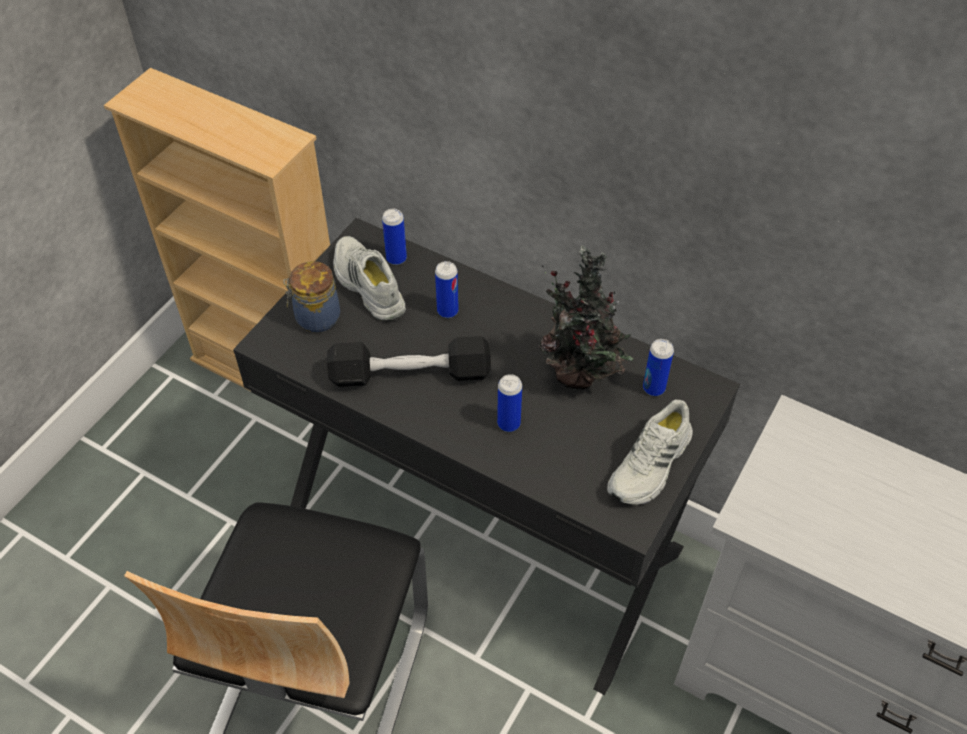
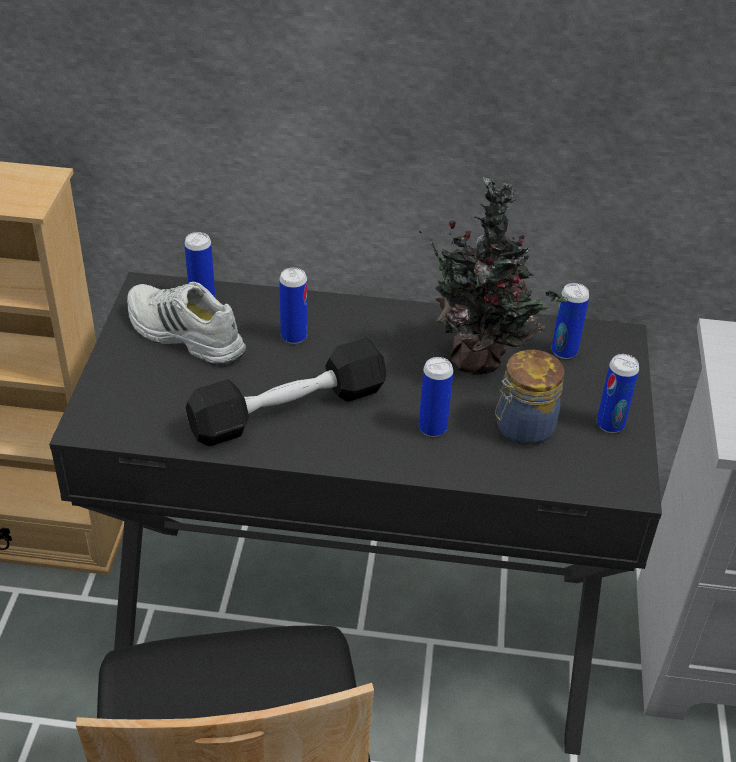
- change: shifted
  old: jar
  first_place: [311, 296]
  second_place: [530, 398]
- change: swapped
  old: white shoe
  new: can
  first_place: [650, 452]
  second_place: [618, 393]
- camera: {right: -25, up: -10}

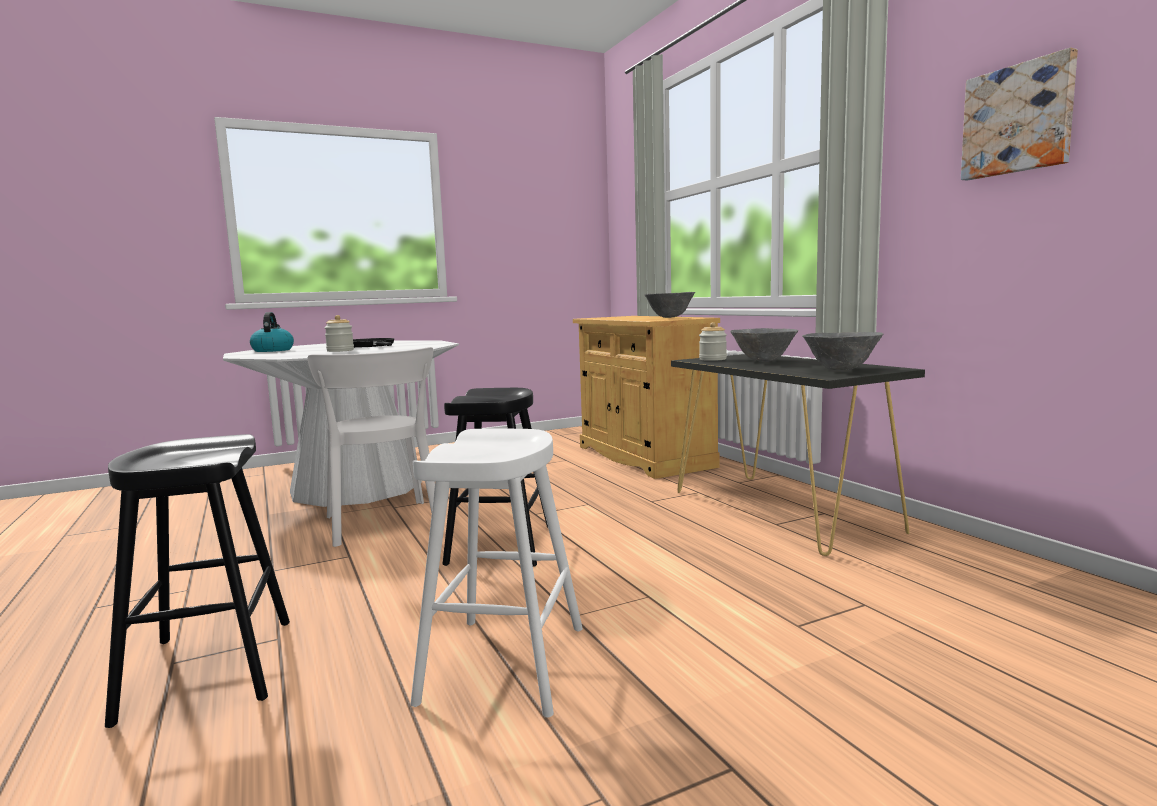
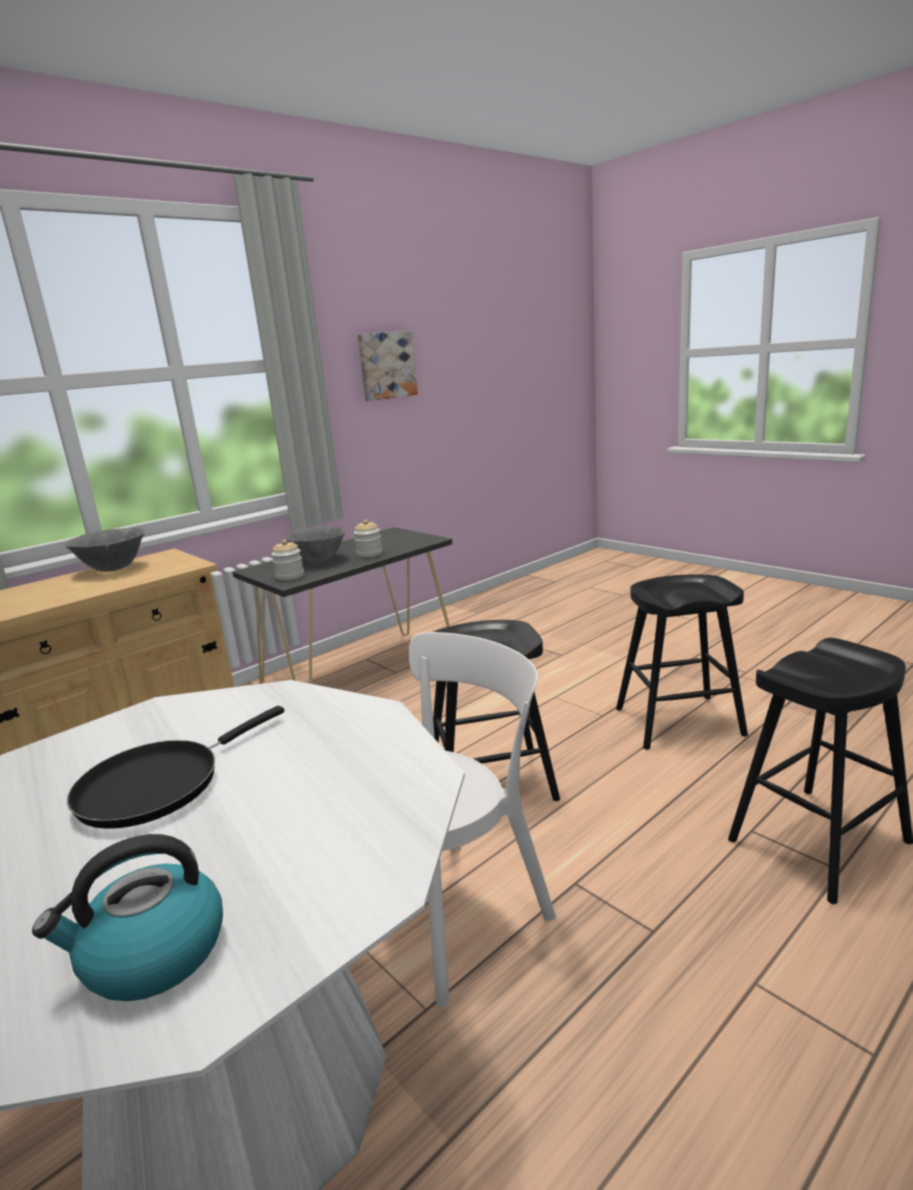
- change: shifted
  old: jar
  first_place: [339, 333]
  second_place: [368, 538]
- change: repainted
  old: white stool
  new: black stool
  first_place: [497, 573]
  second_place: [682, 662]
- change: gone
  old: grey bowl
  first_place: [843, 351]
- camera: {right: -105, up: 10}

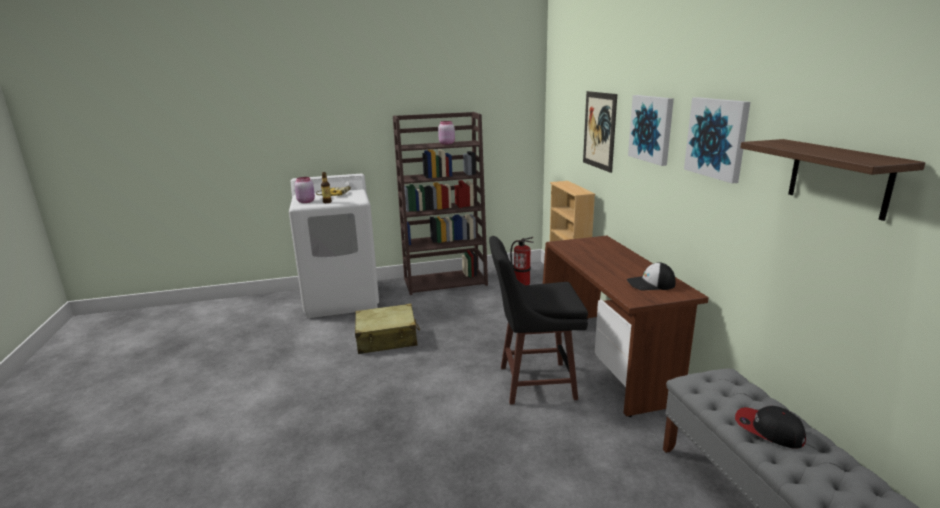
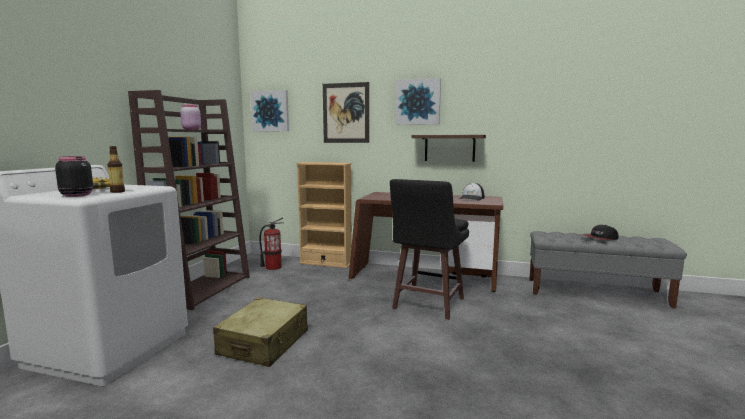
- change: repainted
  old: pink jar
  new: black jar
  first_place: [305, 190]
  second_place: [74, 176]
- change: shifted
  old: picture
  first_place: [717, 140]
  second_place: [269, 111]
- change: shifted
  old: shelf
  first_place: [833, 180]
  second_place: [448, 148]
- camera: {right: -60, up: -10}

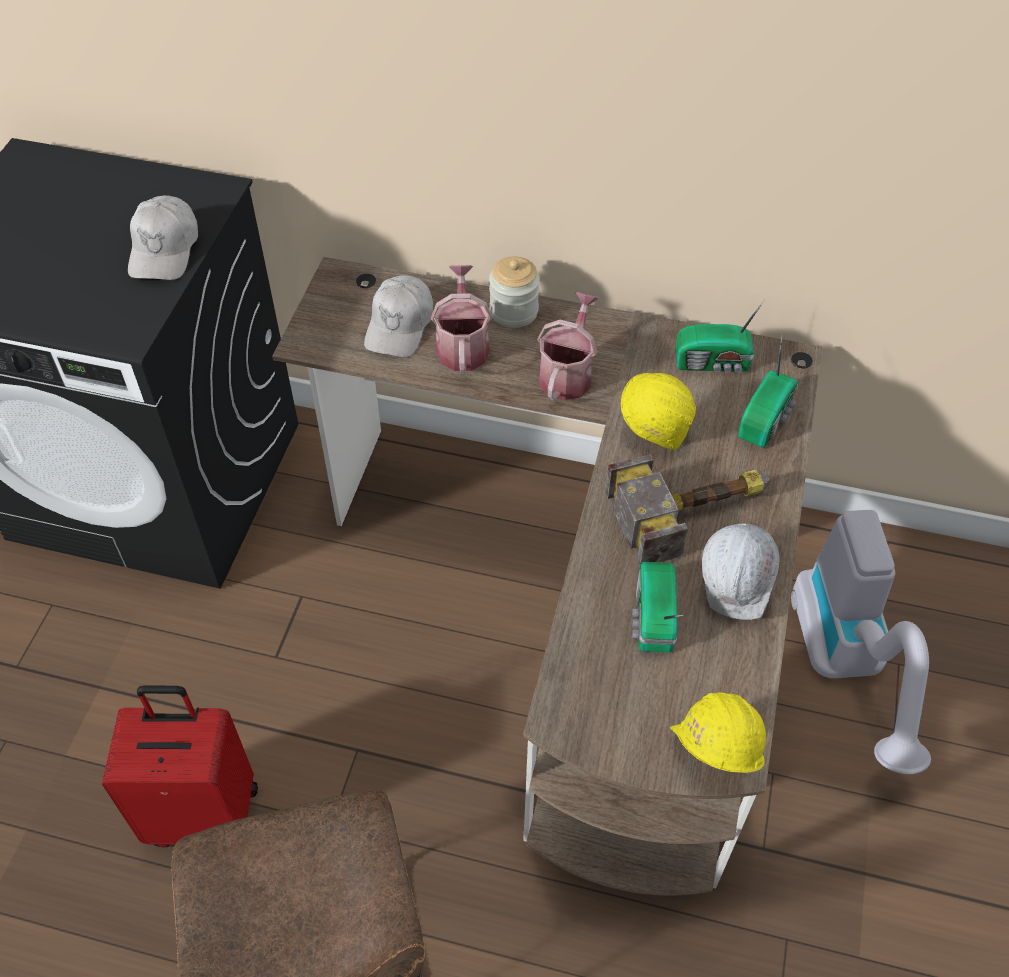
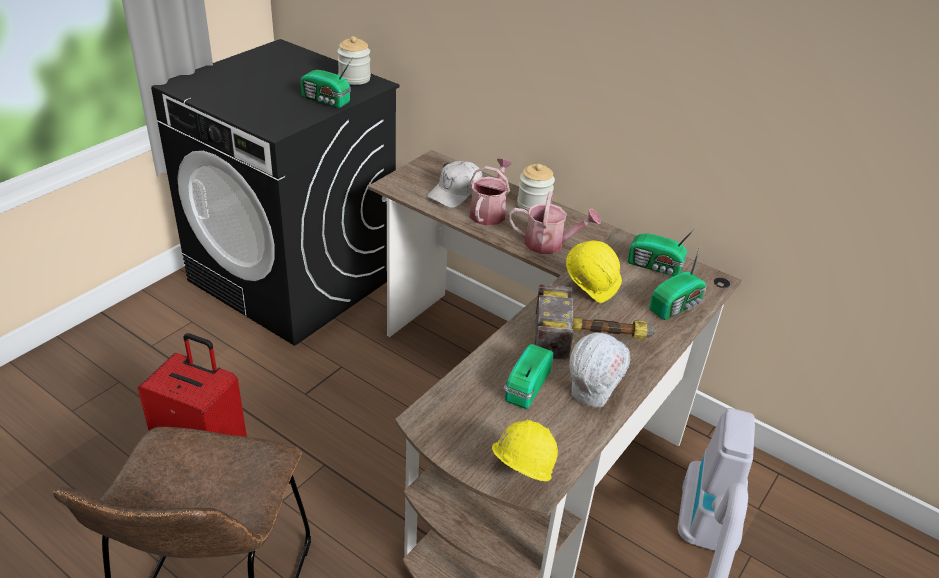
- change: swapped
  old: white cap
  new: radio
  first_place: [163, 237]
  second_place: [326, 82]
- change: rotated
  old: watering can
  first_place: [568, 346]
  second_place: [554, 222]
  degrees: 60
- change: new
  new: jar
  second_place: [354, 60]
- camera: {right: 20, up: -15}

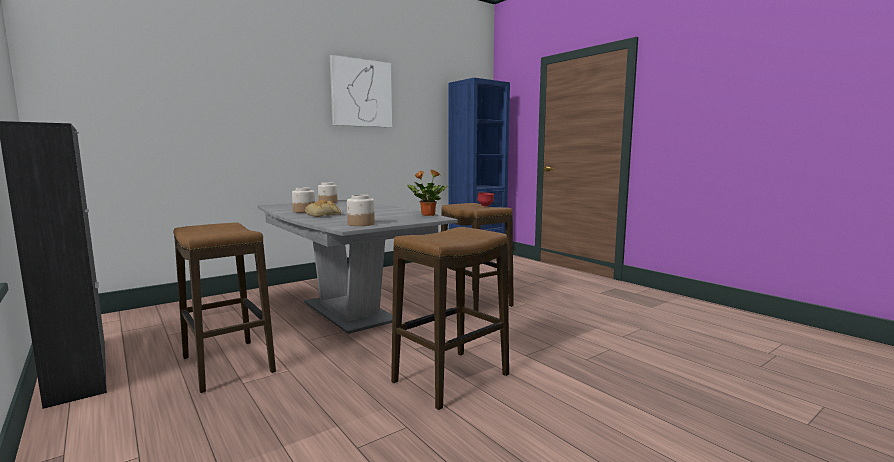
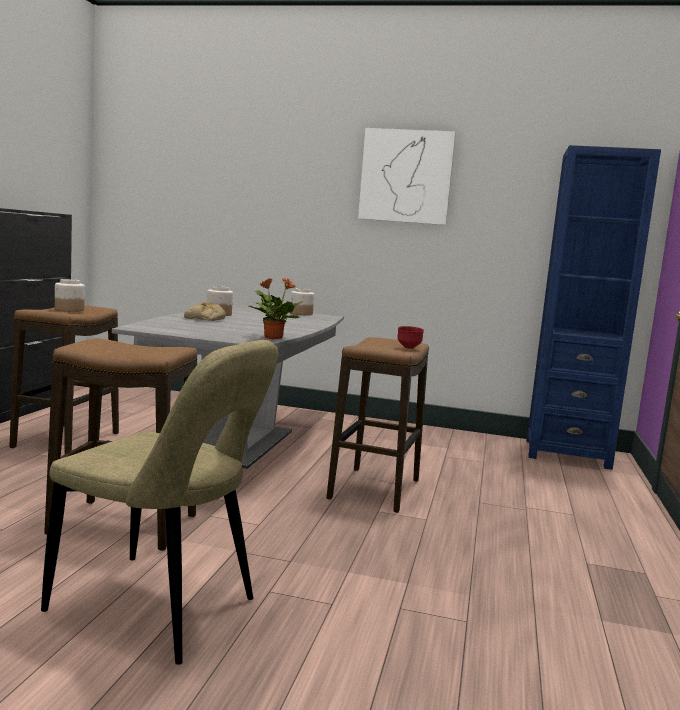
- change: shifted
  old: jar
  first_place: [361, 210]
  second_place: [70, 295]
- change: new
  new: beige chair
  second_place: [160, 502]
- camera: {right: 50, up: 0}

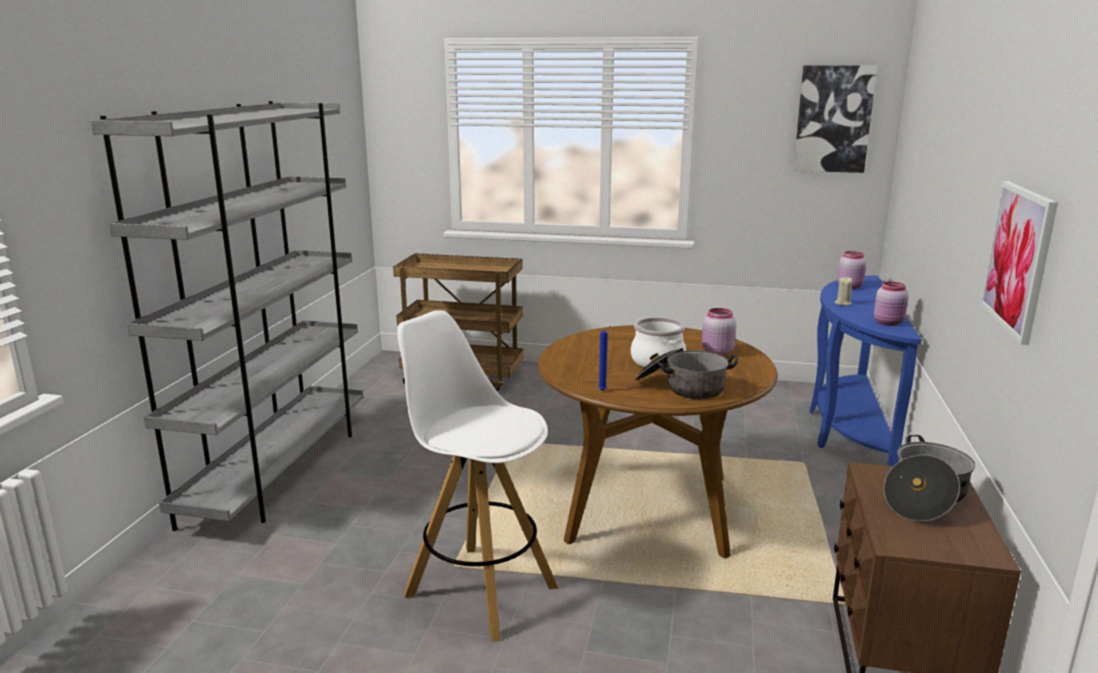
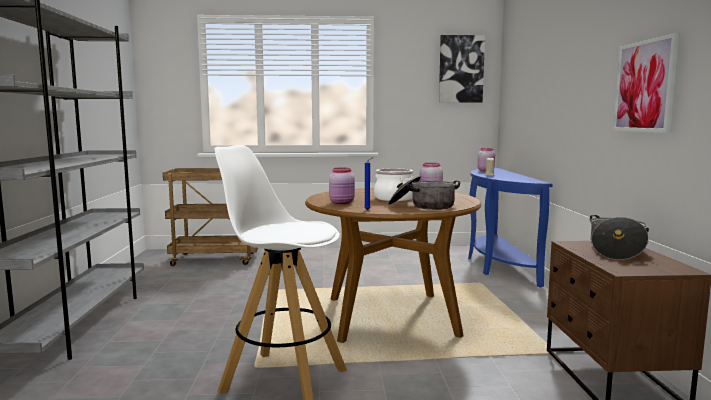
- change: shifted
  old: pink jar
  first_place: [891, 303]
  second_place: [342, 186]
- camera: {right: -15, up: -10}

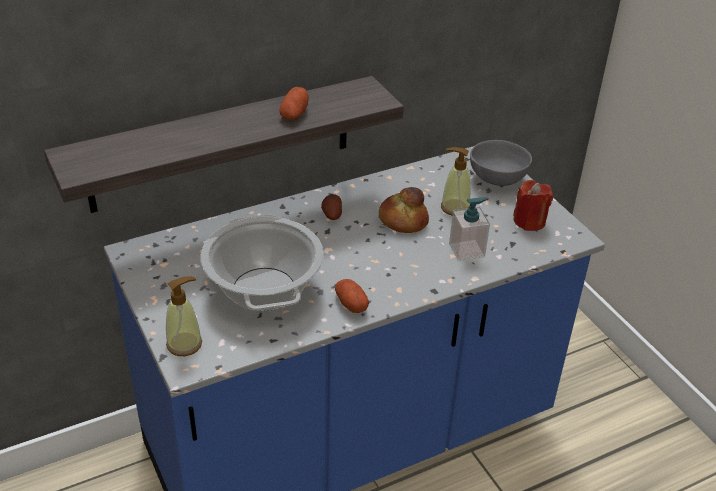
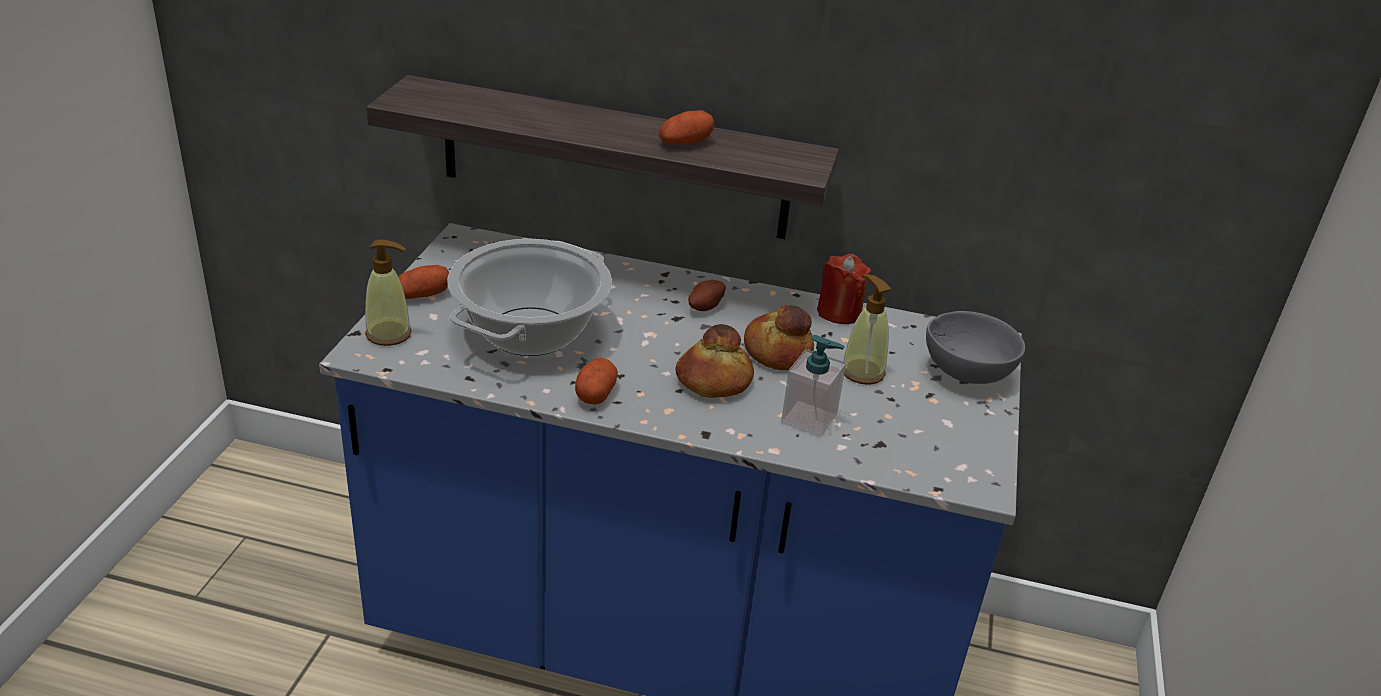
- change: shifted
  old: red candle
  first_place: [533, 205]
  second_place: [844, 289]
- change: new
  new: potato
  second_place: [423, 282]
- change: new
  new: bread
  second_place: [715, 361]
- camera: {right: 40, up: -5}

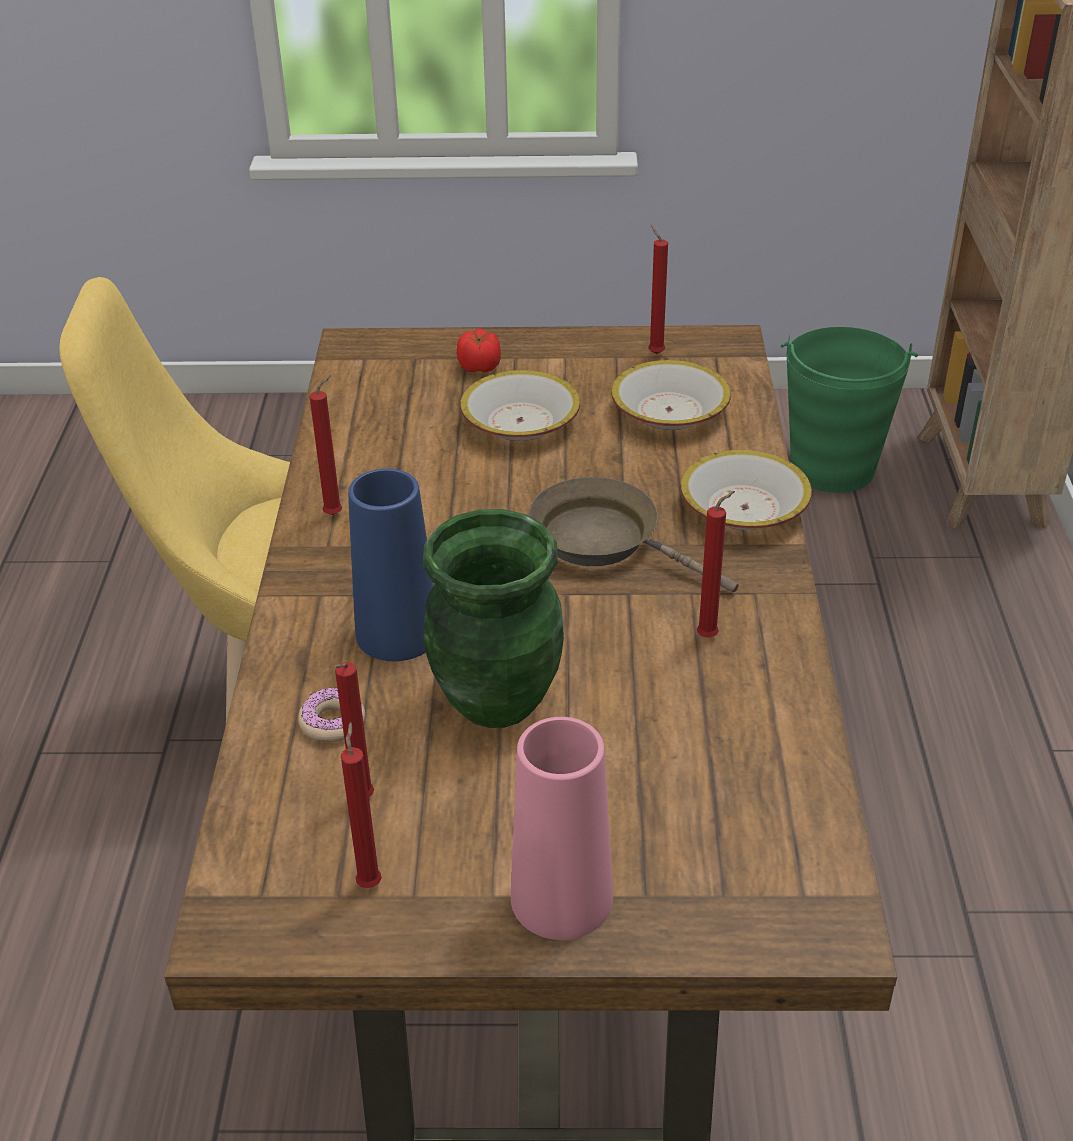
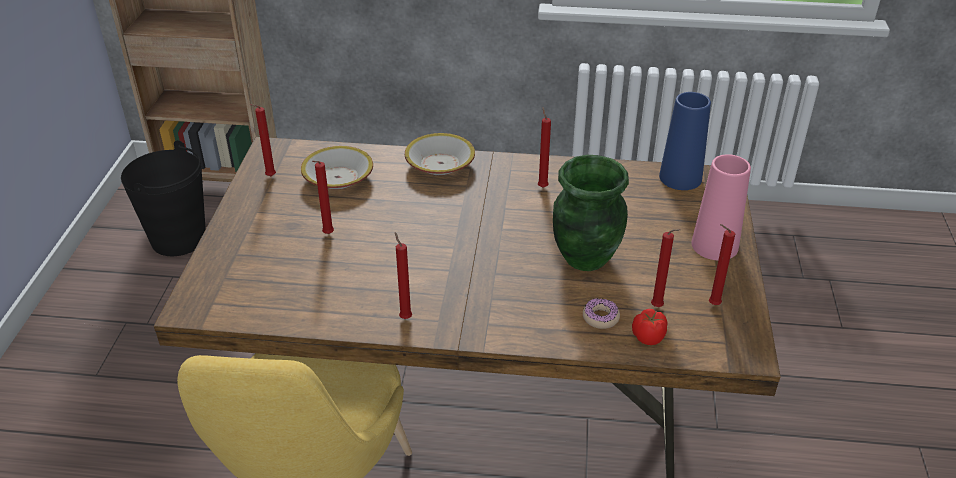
- change: shifted
  old: blue vase
  first_place: [391, 565]
  second_place: [685, 141]
- change: shifted
  old: tomato
  first_place: [479, 350]
  second_place: [650, 327]
- change: swapped
  old: bowl
  new: red candle
  first_place: [520, 405]
  second_place: [323, 197]
- change: gone
  old: brown frying pan
  first_place: [633, 534]
- change: repainted
  old: green bucket
  new: black bucket
  first_place: [849, 410]
  second_place: [163, 198]
- camera: {right: -85, up: 0}

